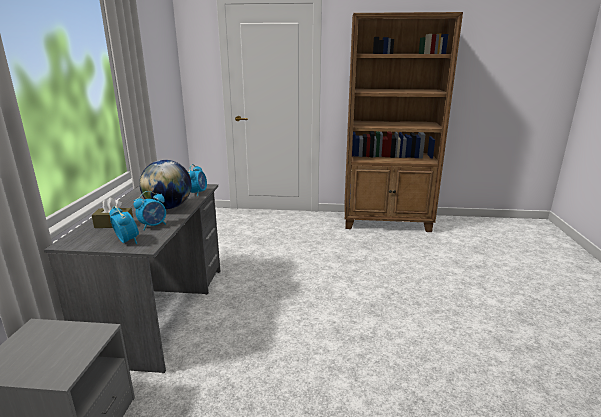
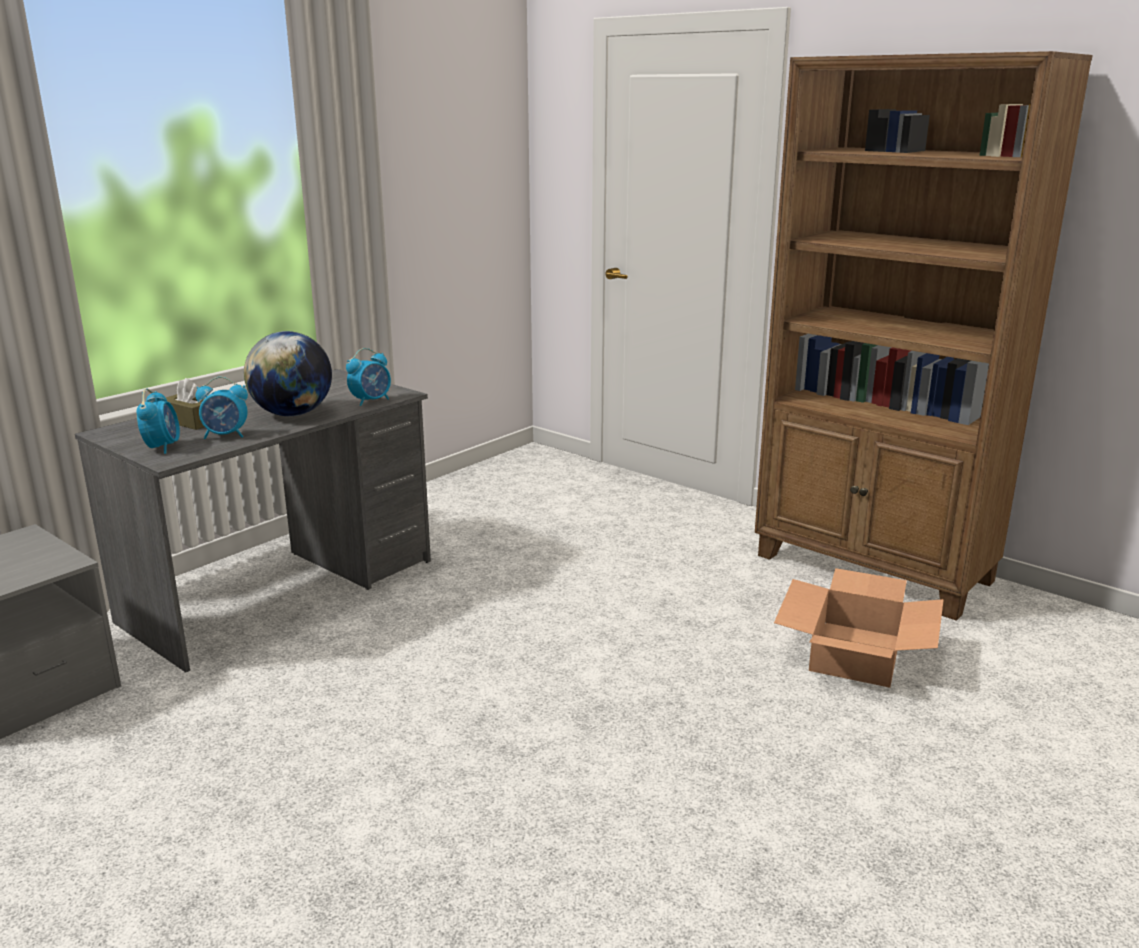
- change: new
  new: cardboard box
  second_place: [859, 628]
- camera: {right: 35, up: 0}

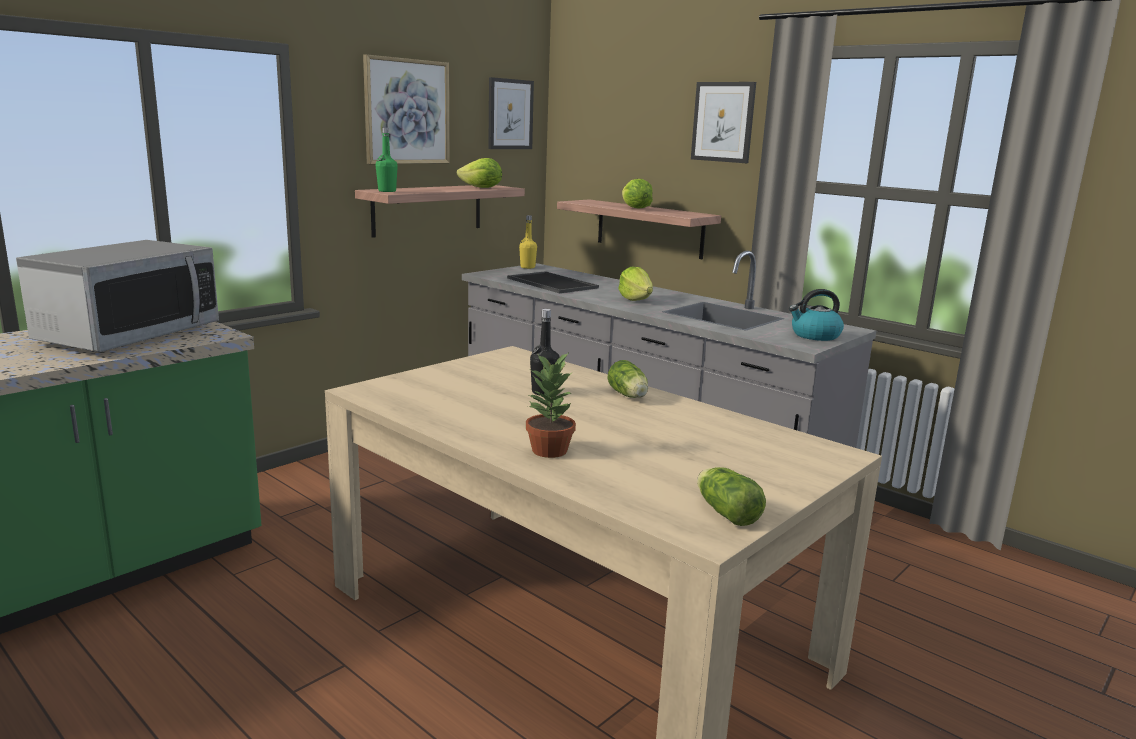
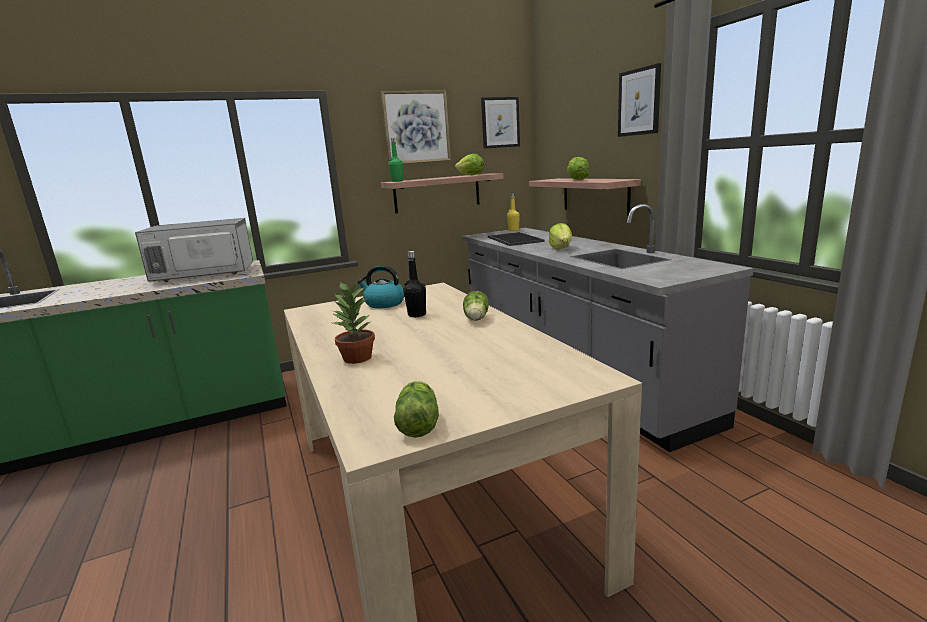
- change: rotated
  old: microwave
  first_place: [117, 296]
  second_place: [194, 250]
  degrees: -150
- change: shifted
  old: kettle
  first_place: [816, 315]
  second_place: [381, 286]
- camera: {right: 25, up: 0}

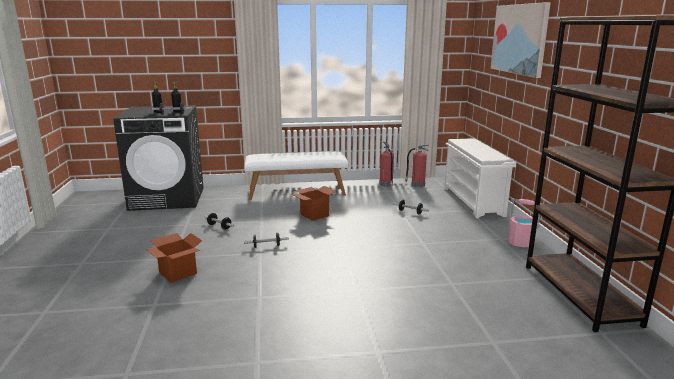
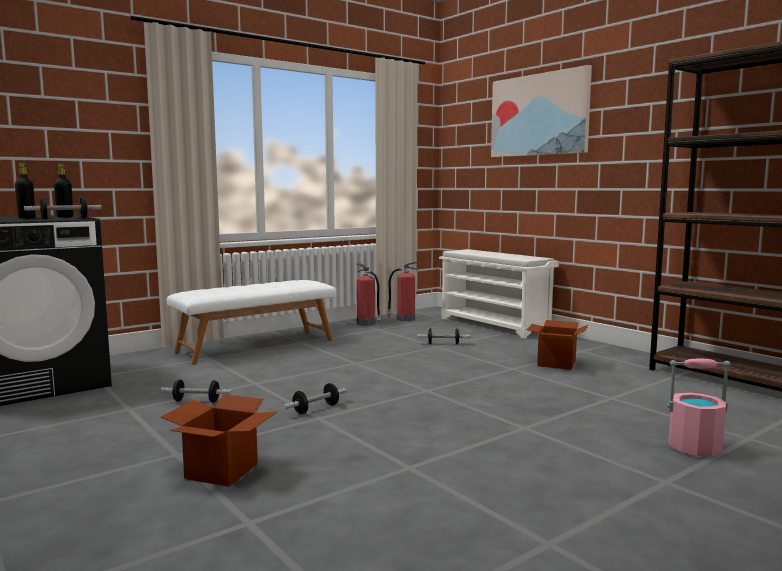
- change: shifted
  old: cardboard box
  first_place: [314, 203]
  second_place: [558, 345]
- change: shifted
  old: pink bucket
  first_place: [525, 222]
  second_place: [699, 407]
- camera: {right: -30, up: -10}

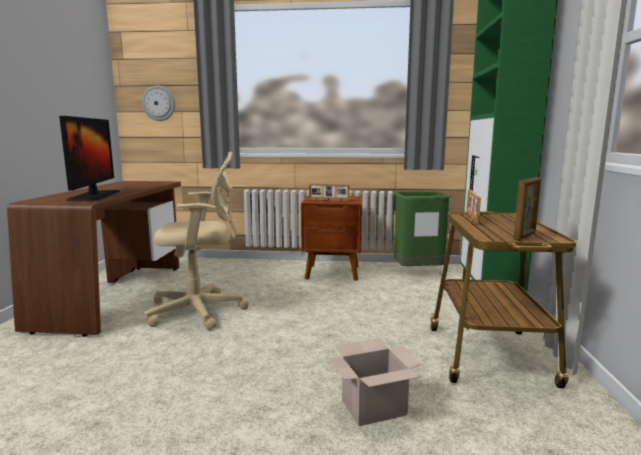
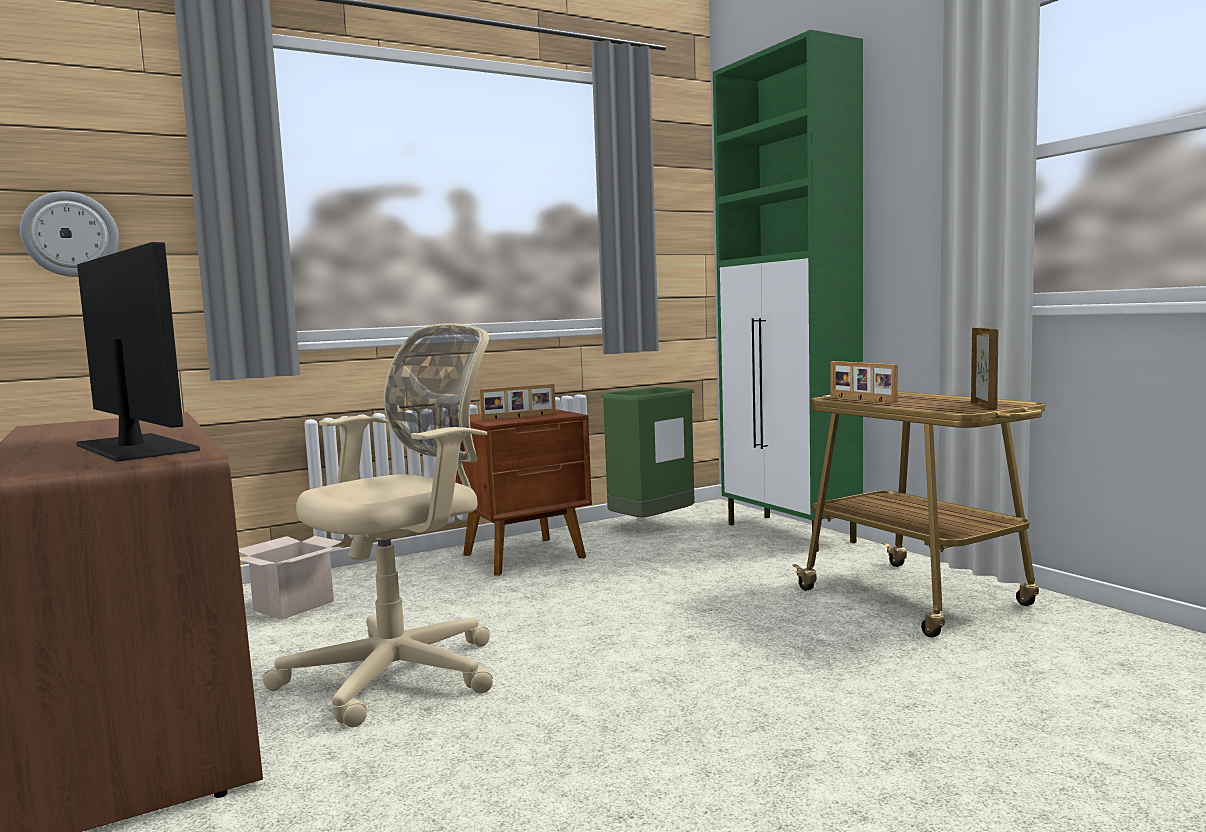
- change: shifted
  old: cardboard box
  first_place: [376, 382]
  second_place: [290, 578]
- camera: {right: -35, up: -5}

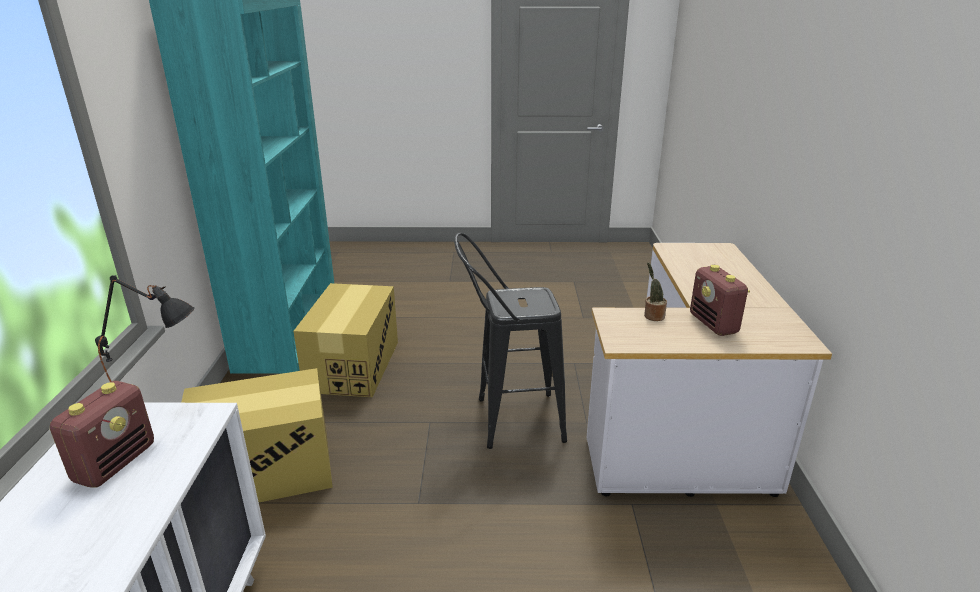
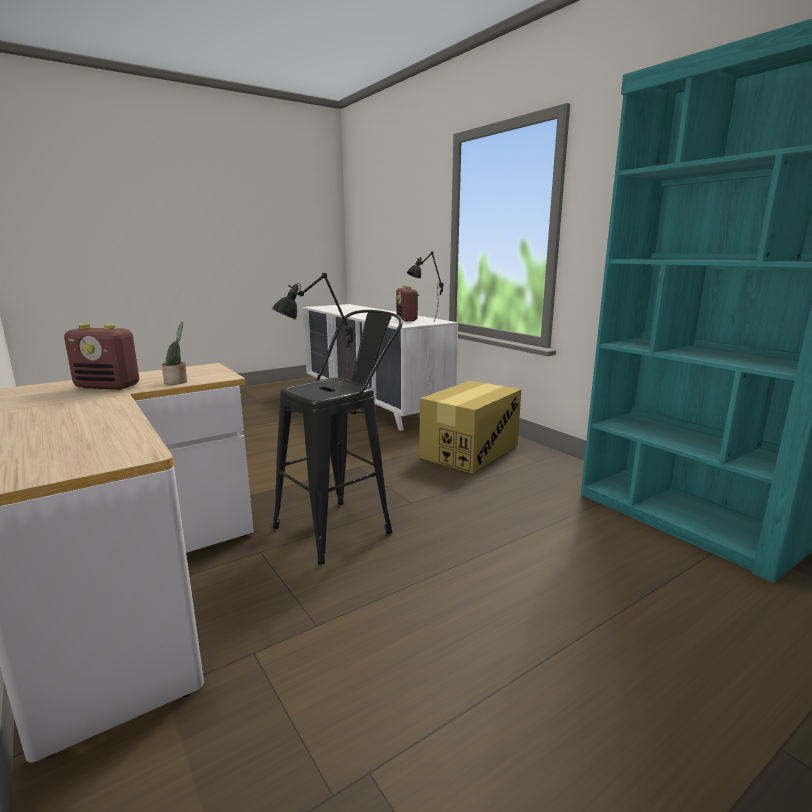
- change: gone
  old: cardboard box
  first_place: [345, 340]
- change: rotated
  old: radio
  first_place: [720, 300]
  second_place: [101, 357]
  degrees: 150
- change: new
  new: black table lamp
  second_place: [312, 332]
- camera: {right: 145, up: -10}

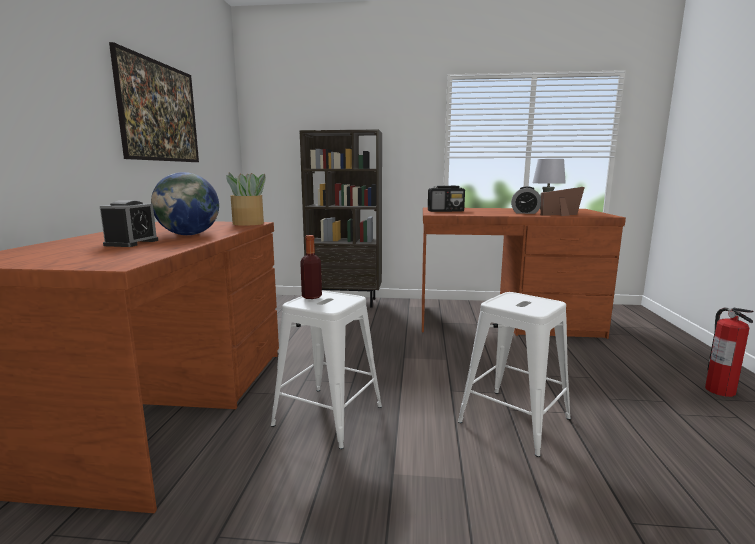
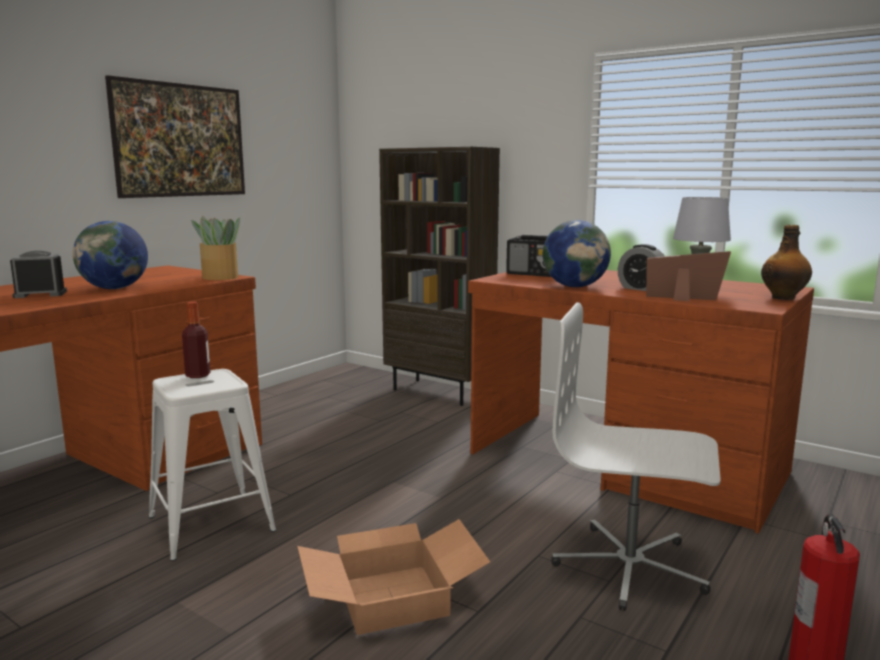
- change: rotated
  old: alarm clock
  first_place: [129, 223]
  second_place: [38, 274]
  degrees: -150
- change: swapped
  old: white stool
  new: cardboard box
  first_place: [514, 374]
  second_place: [393, 577]
- change: new
  new: globe
  second_place: [577, 253]
- change: new
  new: white office chair
  second_place: [636, 456]
- change: new
  new: bottle
  second_place: [786, 262]
- camera: {right: 30, up: 0}

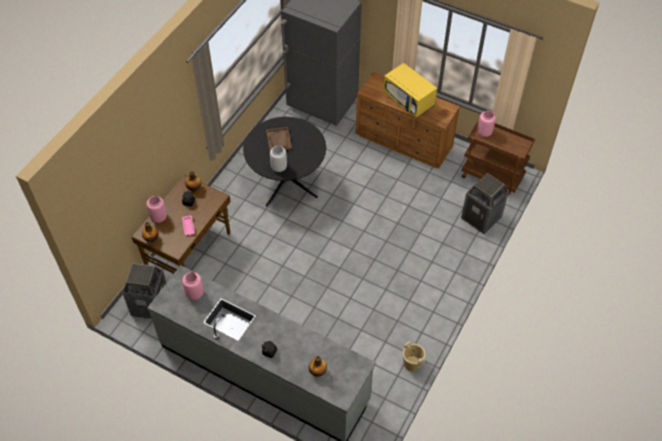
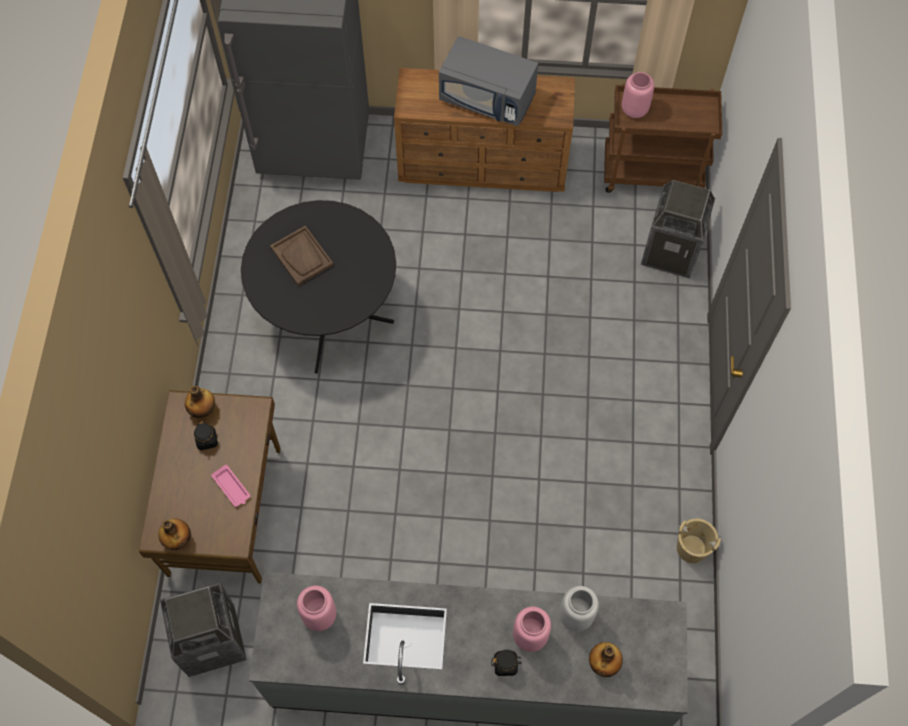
- change: shifted
  old: pink vase
  first_place: [157, 209]
  second_place: [532, 629]
- change: shifted
  old: grey vase
  first_place: [278, 159]
  second_place: [579, 608]
- change: repainted
  old: yellow microwave
  new: grey microwave
  first_place: [410, 90]
  second_place: [488, 81]
- camera: {right: -25, up: 10}

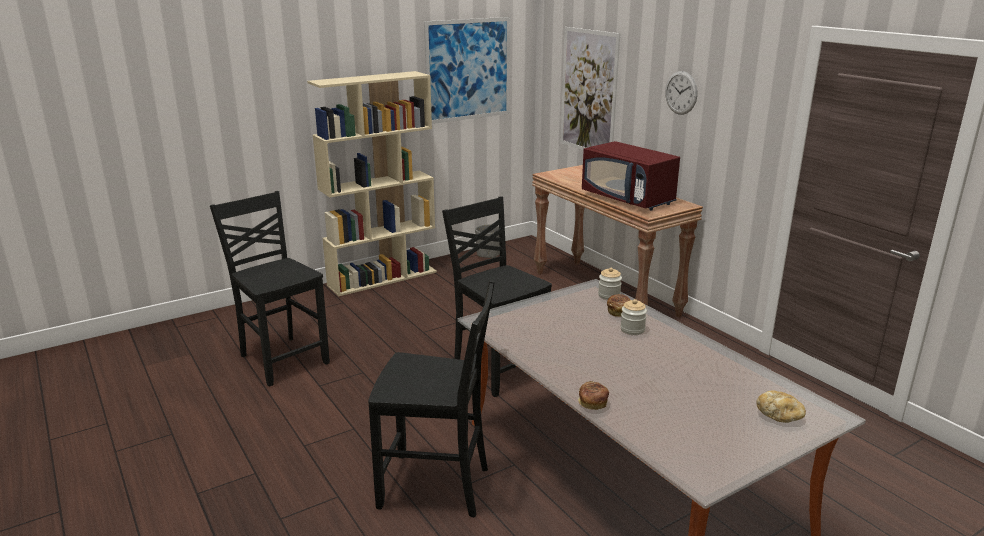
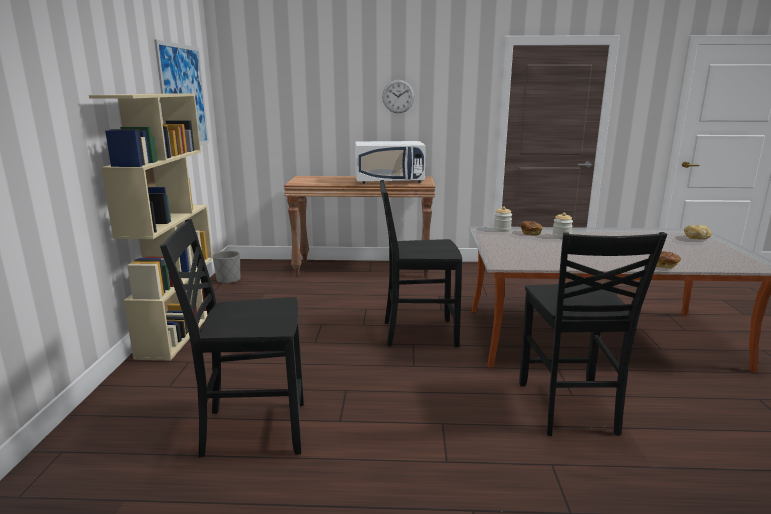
- change: rotated
  old: black chair
  first_place: [431, 399]
  second_place: [593, 334]
  degrees: 135
- change: gone
  old: picture
  first_place: [590, 88]
- change: repainted
  old: red microwave
  new: white microwave
  first_place: [631, 176]
  second_place: [390, 162]
- camera: {right: -55, up: -5}

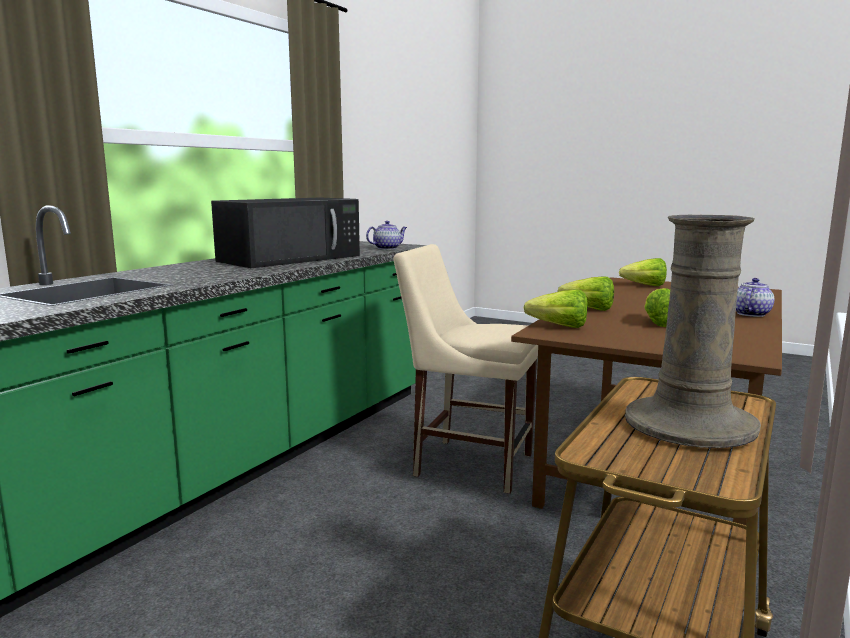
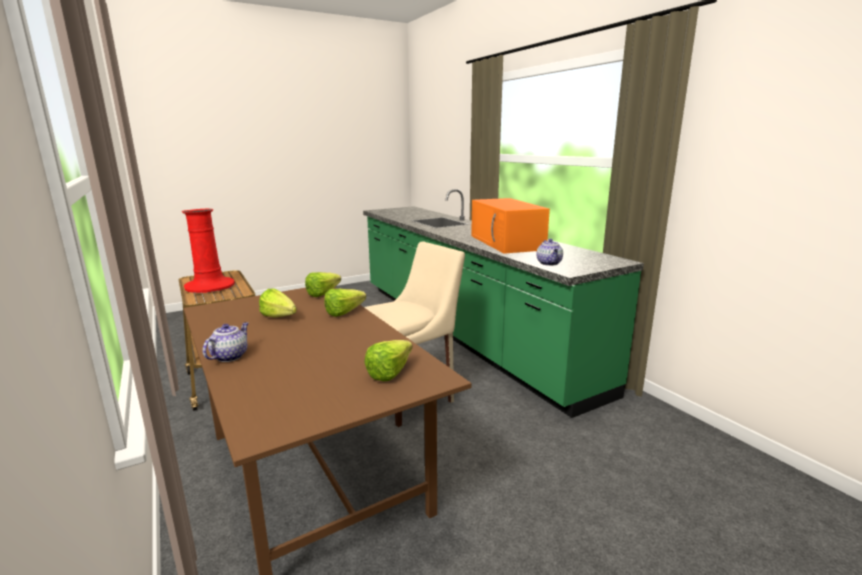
- change: repainted
  old: black microwave
  new: orange microwave
  first_place: [285, 233]
  second_place: [510, 226]
- change: repainted
  old: beige vase
  new: red vase
  first_place: [693, 331]
  second_place: [208, 251]
- change: rotated
  old: teapot
  first_place: [755, 297]
  second_place: [226, 342]
  degrees: -135
- camera: {right: 120, up: 5}

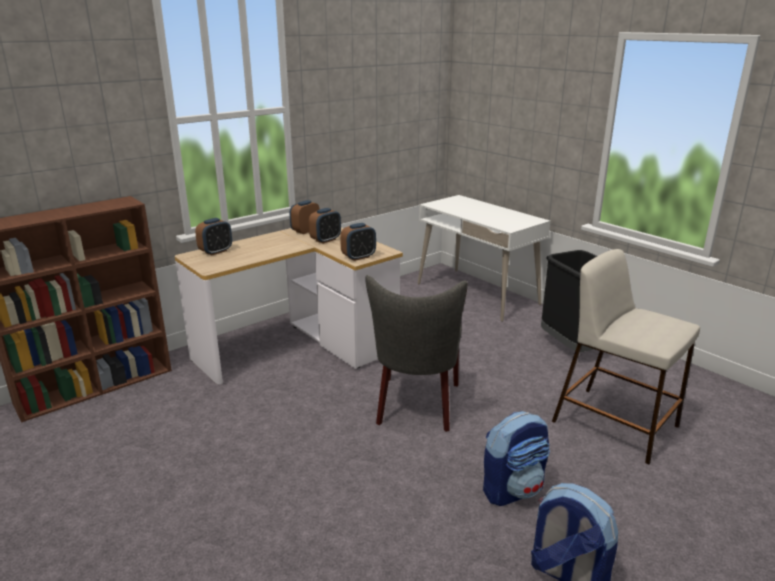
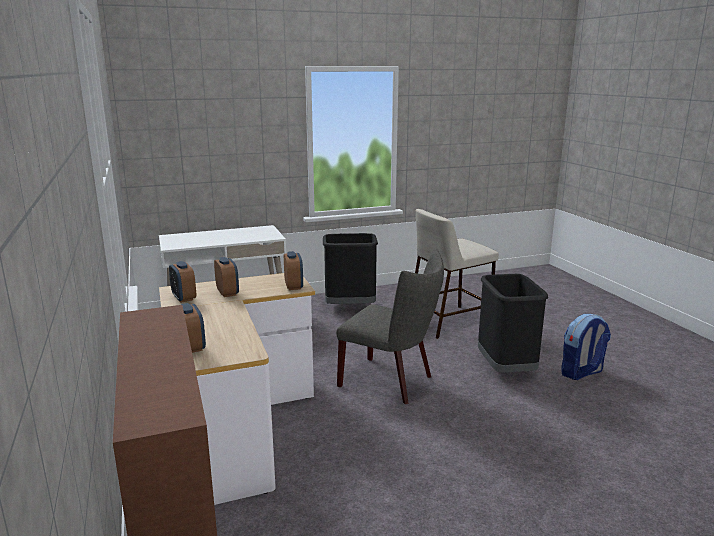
- change: swapped
  old: backpack
  new: black trash can
  first_place: [516, 458]
  second_place: [513, 323]
- camera: {right: -70, up: -5}

